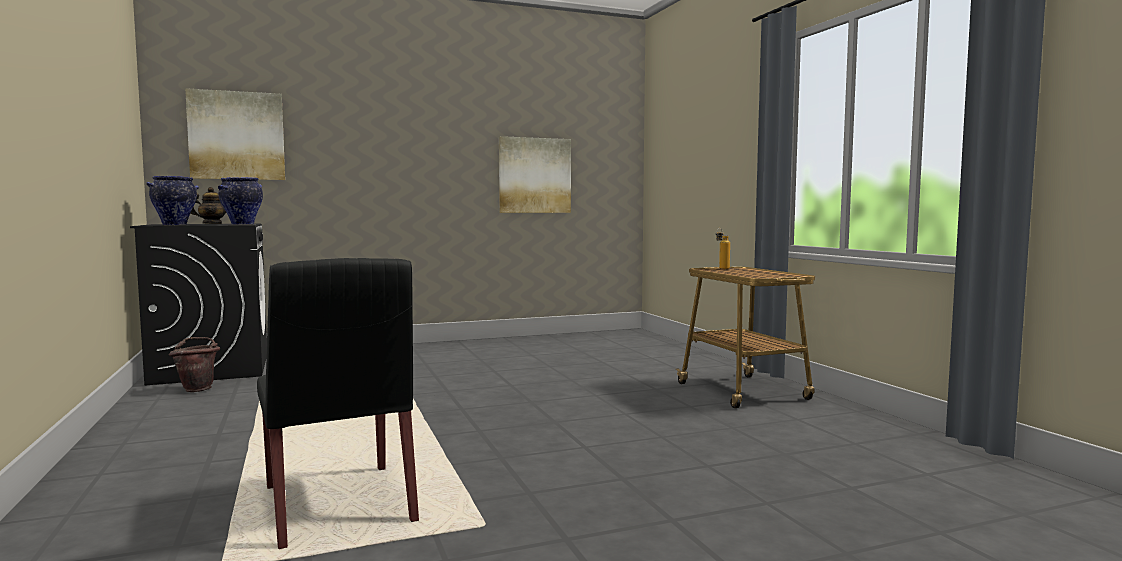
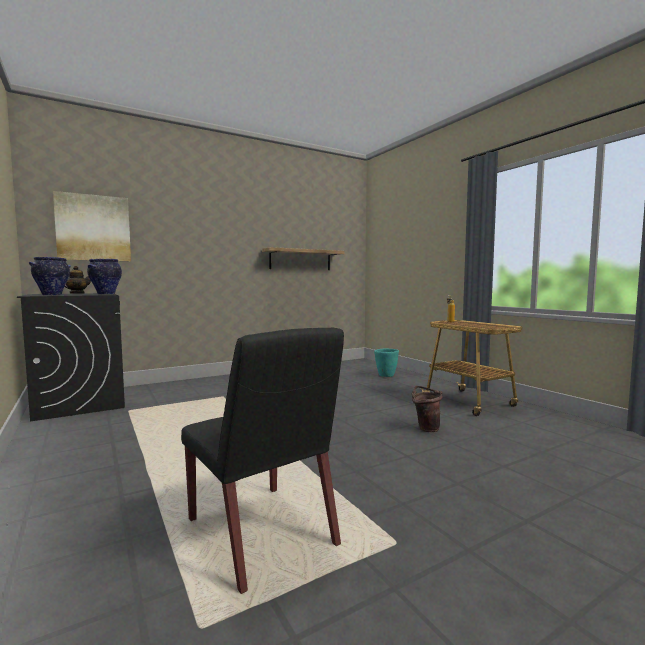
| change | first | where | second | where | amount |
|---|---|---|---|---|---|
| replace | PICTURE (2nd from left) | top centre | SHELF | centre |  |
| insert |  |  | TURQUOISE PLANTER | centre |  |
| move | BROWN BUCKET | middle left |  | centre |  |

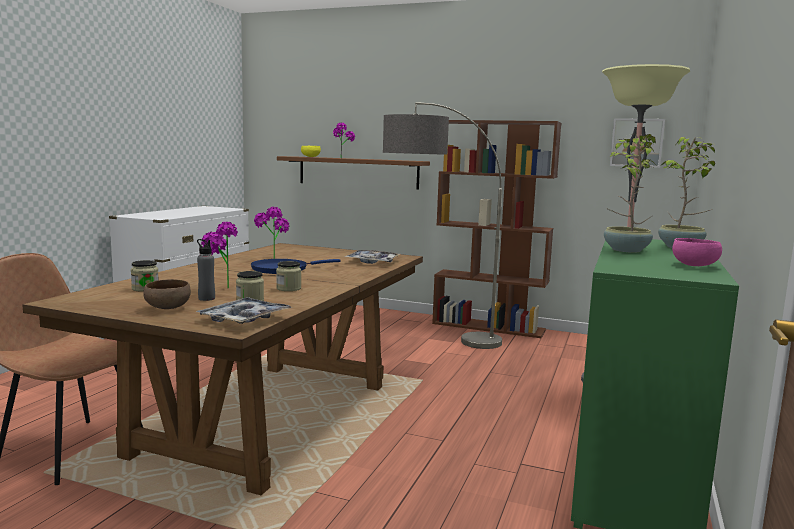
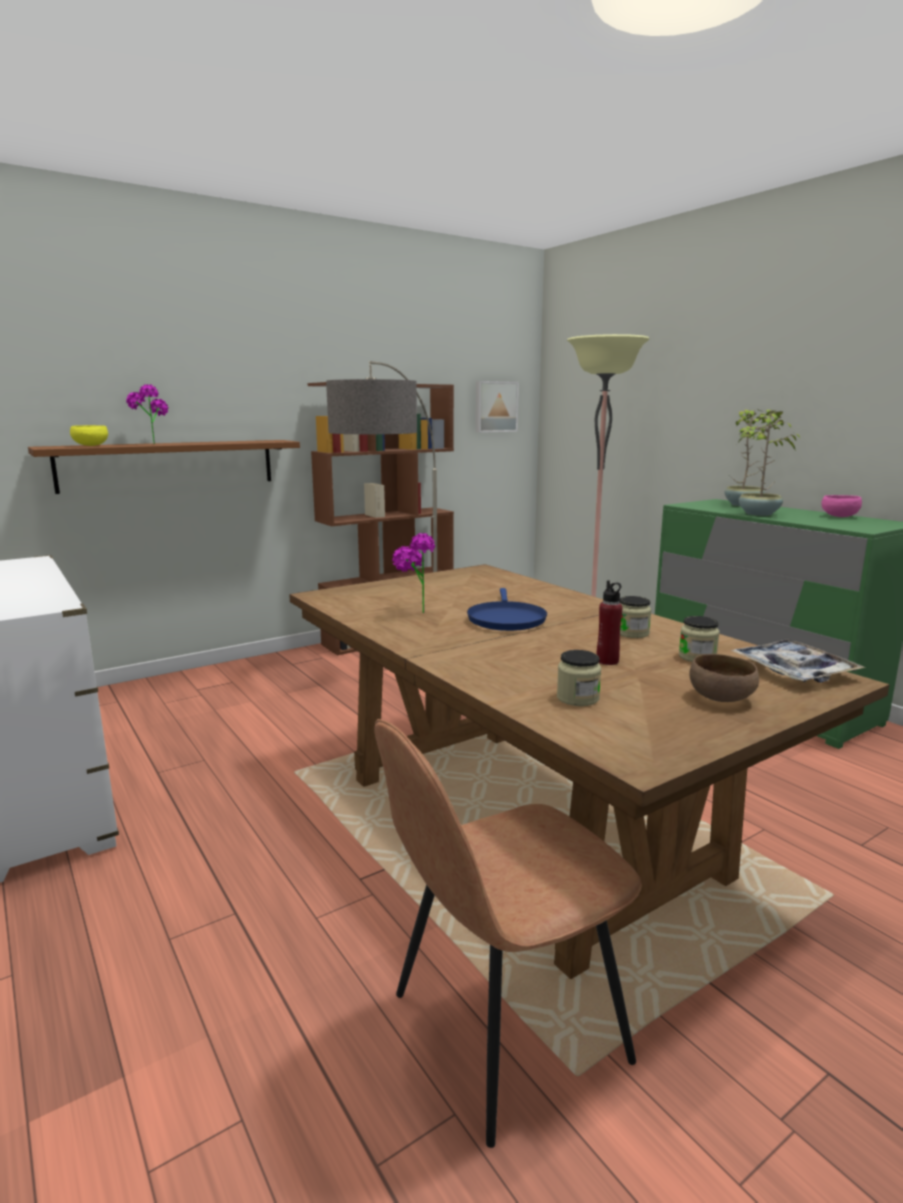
| change | first | where | second | where | amount |
|---|---|---|---|---|---|
| replace | POTTED PLANT (1st from left) | middle left | RED BOTTLE | middle right |  |
| delete | GREY BOTTLE | middle left |  |  |  |
| delete | TRAY (2nd from left) | centre |  |  |  |

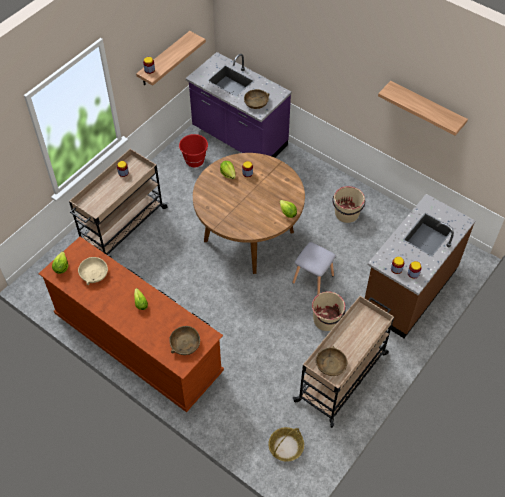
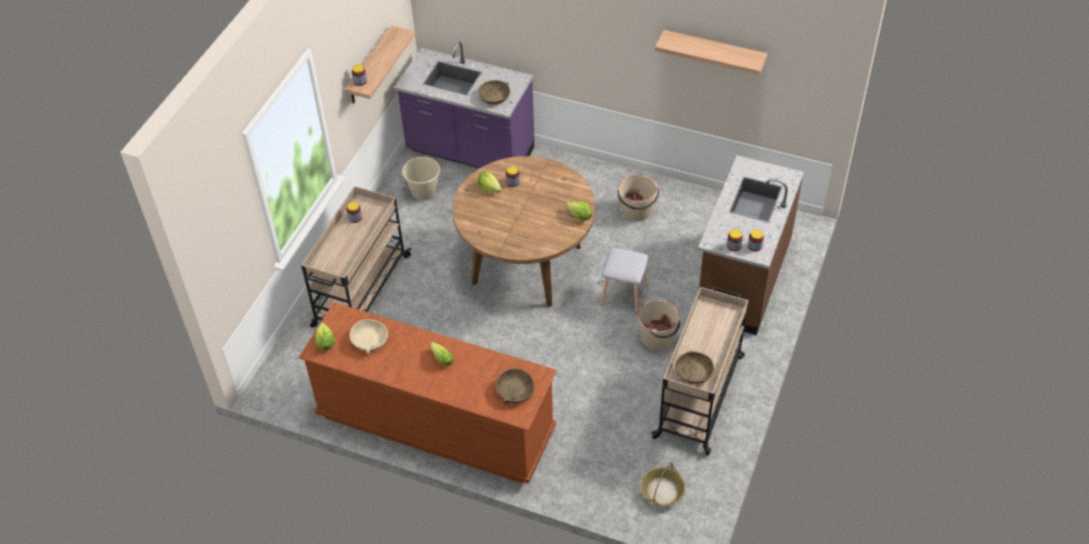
| change | first | where | second | where | amount |
|---|---|---|---|---|---|
| recolor | RED BUCKET | top centre | BEIGE BUCKET (1st from left) | top centre |  |

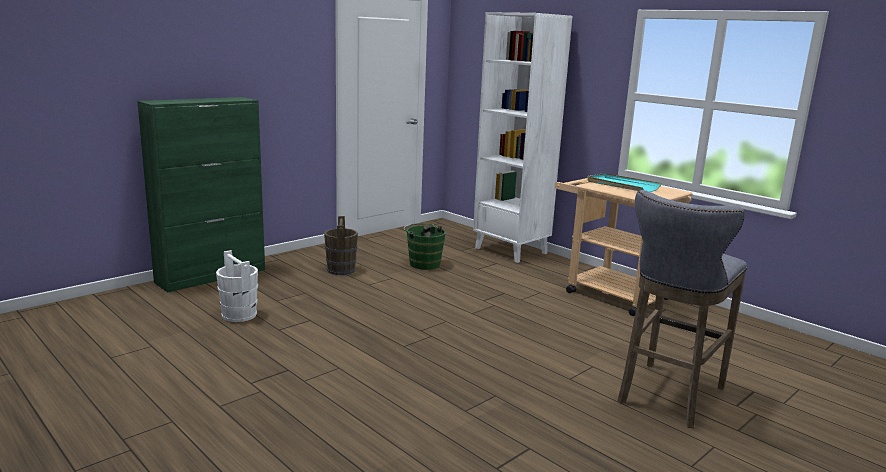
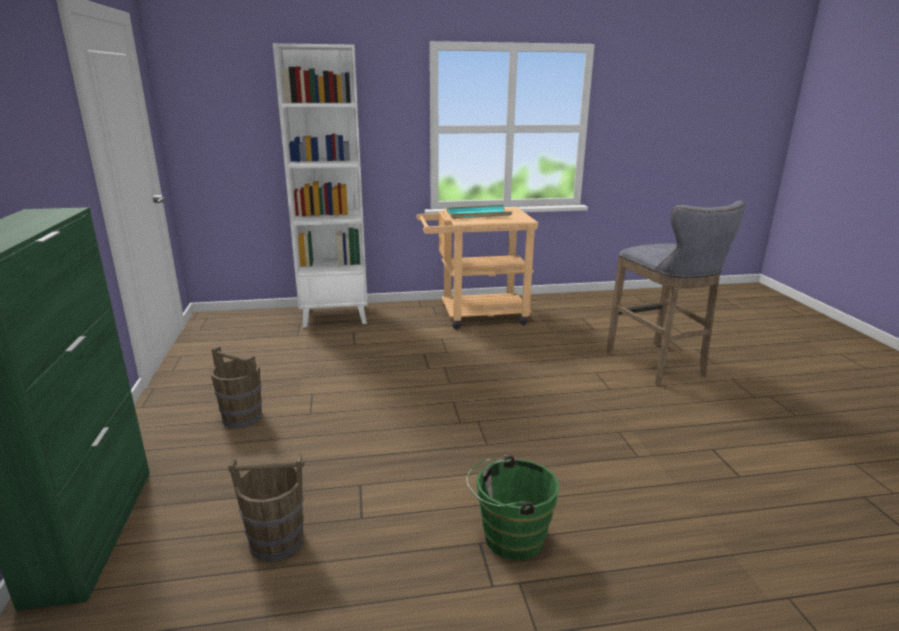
| change | first | where | second | where | amount |
|---|---|---|---|---|---|
| recolor | WHITE BUCKET | middle left | BROWN BUCKET (2nd from left) | bottom left |  |
| move | GREEN BUCKET | centre |  | bottom centre |  |

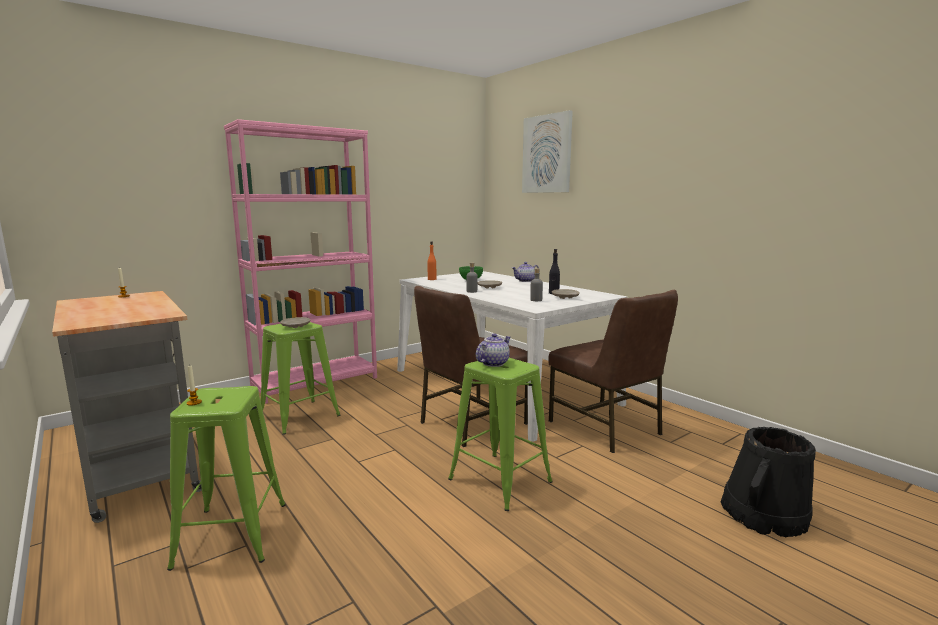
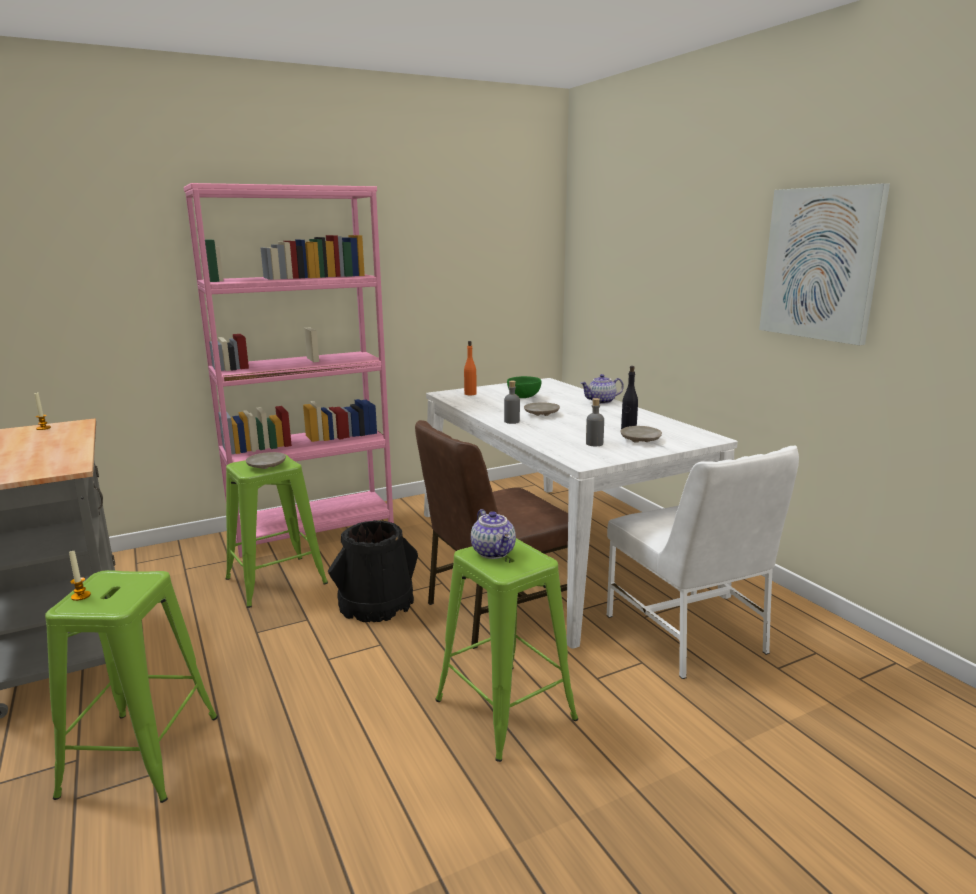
| change | first | where | second | where | amount |
|---|---|---|---|---|---|
| move | BLACK BUCKET | bottom right |  | centre |  |
| rotate | TEAPOT (1st from left) | centre |  | centre | 105 degrees clockwise |
| recolor | BROWN CHAIR (2nd from left) | centre | WHITE CHAIR | middle right |  |
| move | PICTURE | top centre |  | top right |  |

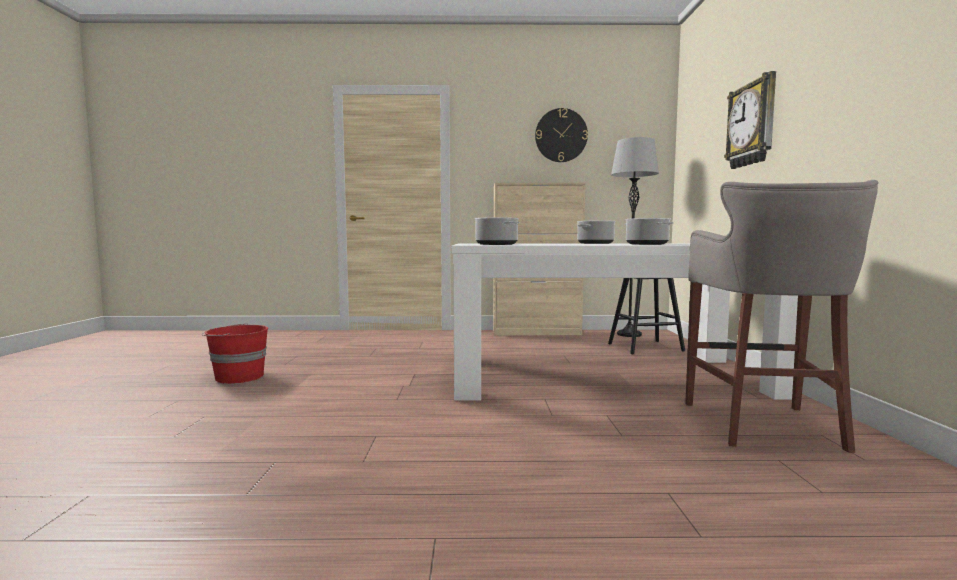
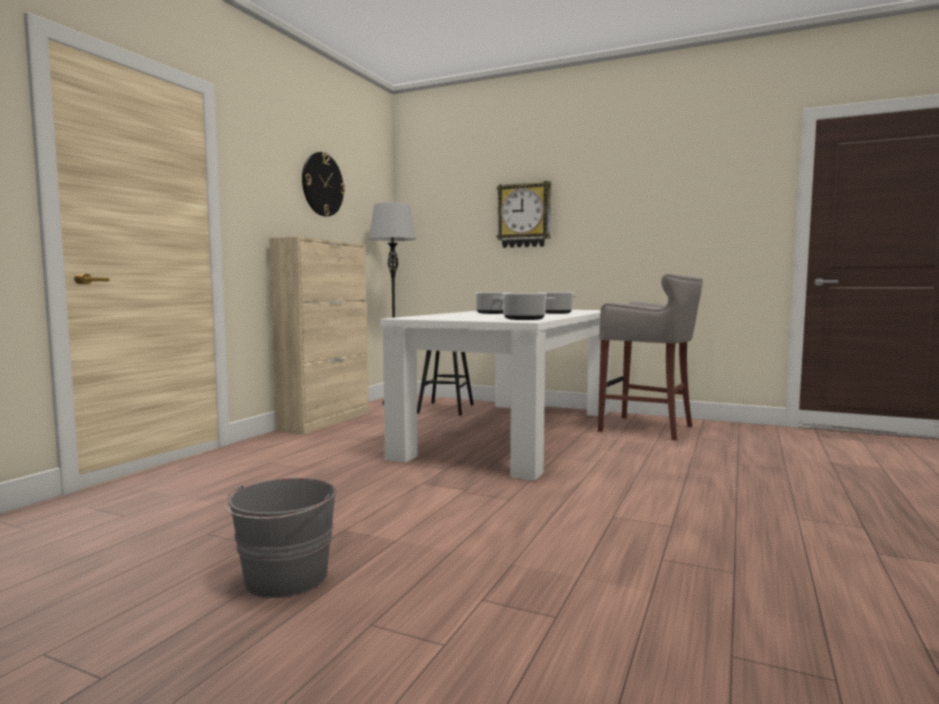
| change | first | where | second | where | amount |
|---|---|---|---|---|---|
| recolor | RED BUCKET | middle left | GREY BUCKET | bottom left |  |

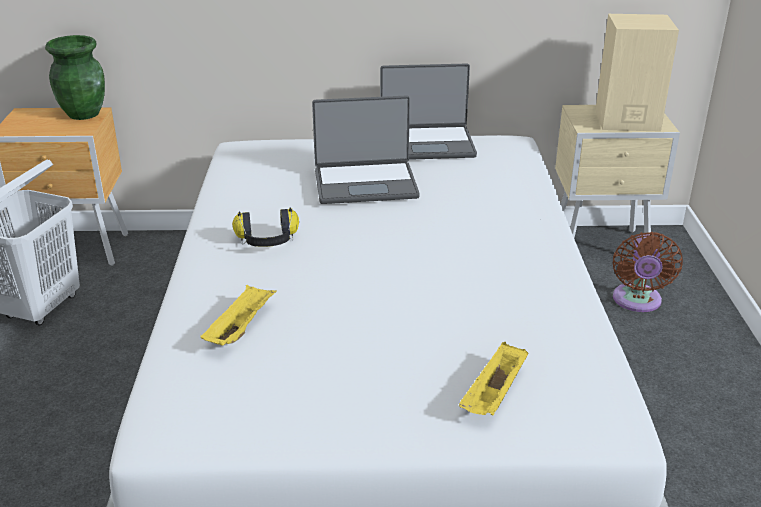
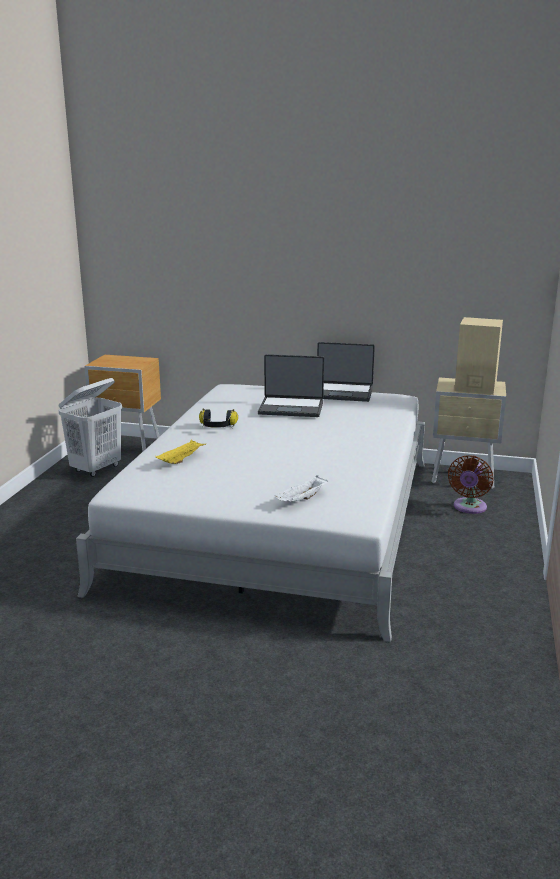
| change | first | where | second | where | amount |
|---|---|---|---|---|---|
| recolor | YELLOW TRAY (2nd from left) | bottom centre | WHITE TRAY | centre |  |
| delete | GREEN VASE | top left |  |  |  |

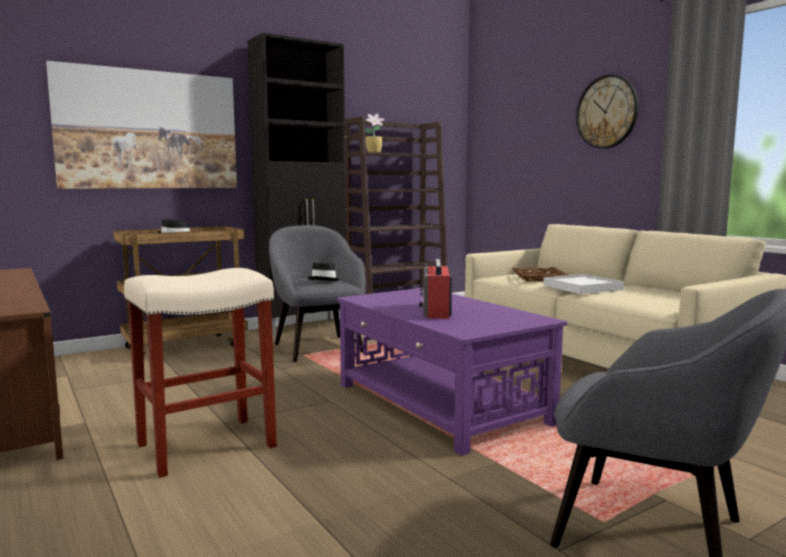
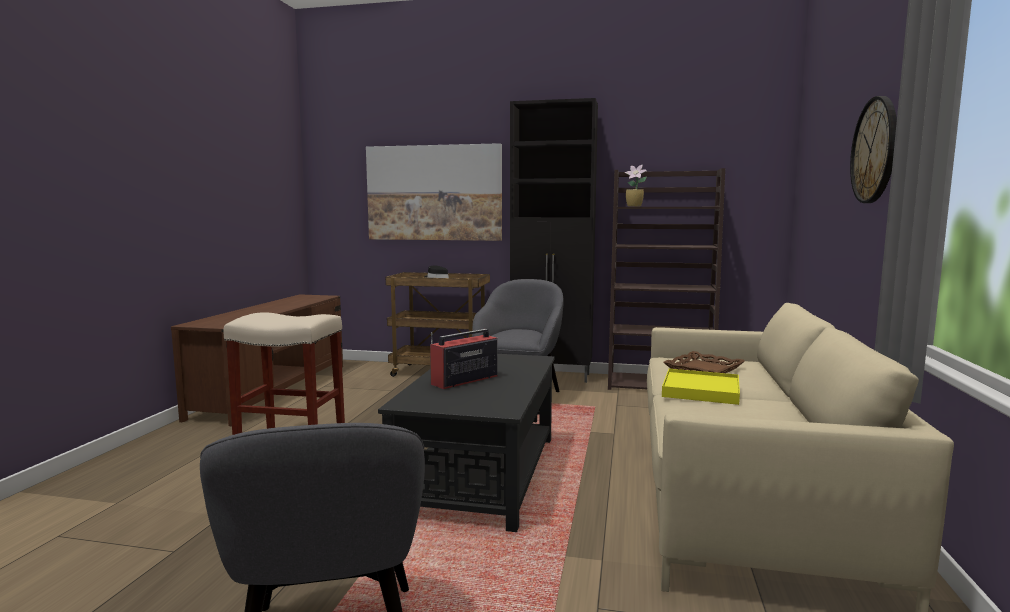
| change | first | where | second | where | amount |
|---|---|---|---|---|---|
| recolor | PURPLE COFFEE TABLE | bottom centre | BLACK COFFEE TABLE | bottom centre |  |
| recolor | WHITE TRAY | middle right | YELLOW TRAY | middle right |  |
| delete | BLACK HAT (2nd from left) | centre |  |  |  |

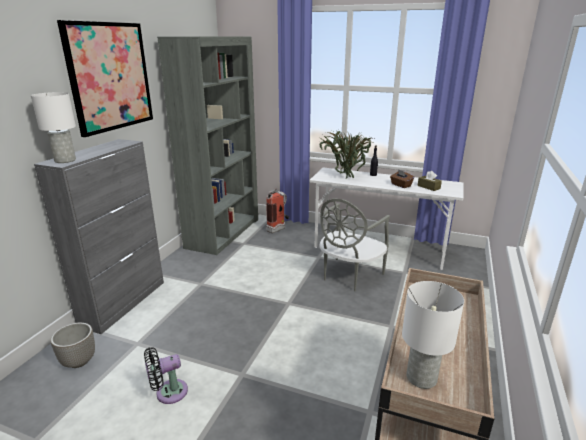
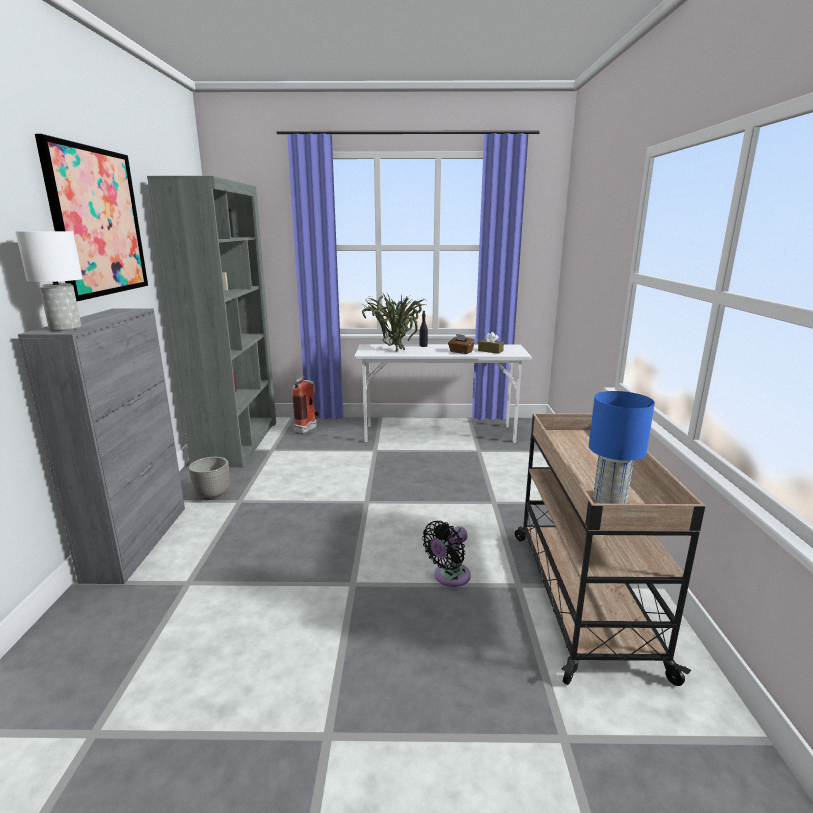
| change | first | where | second | where | amount |
|---|---|---|---|---|---|
| move | PLANTER | bottom left |  | middle left |  |
| move | BLACK FAN | bottom left |  | bottom centre |  |
| recolor | WHITE TABLE LAMP (2nd from left) | bottom right | BLUE TABLE LAMP | middle right |  |
| delete | GREY CHAIR | centre |  |  |  |

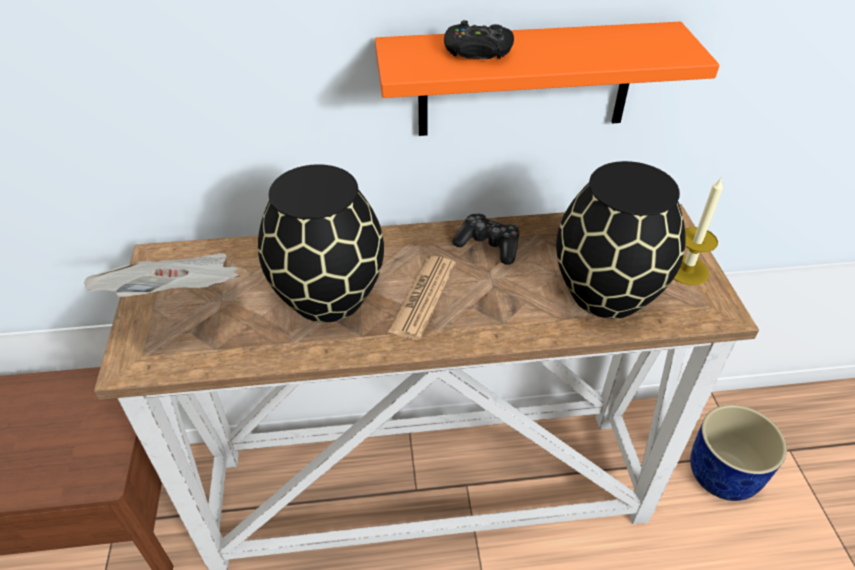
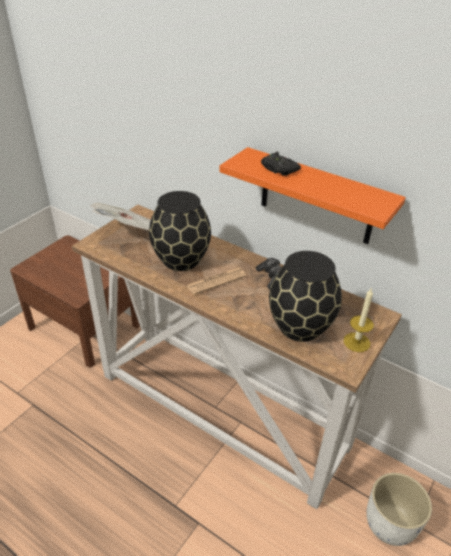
| change | first | where | second | where | amount |
|---|---|---|---|---|---|
| recolor | BLUE PLANTER | bottom right | WHITE PLANTER | bottom right |  |

